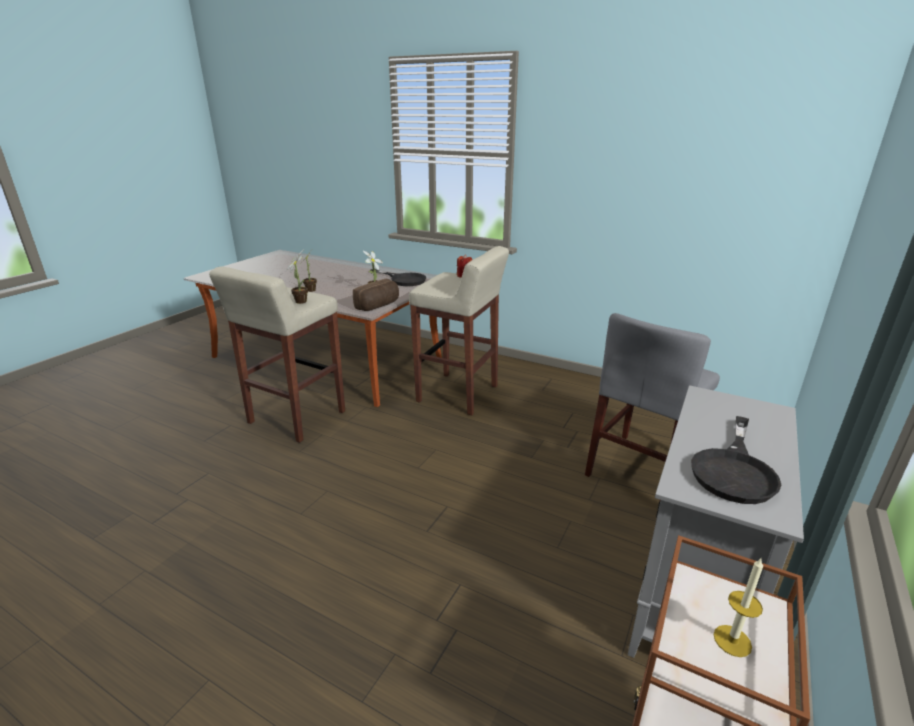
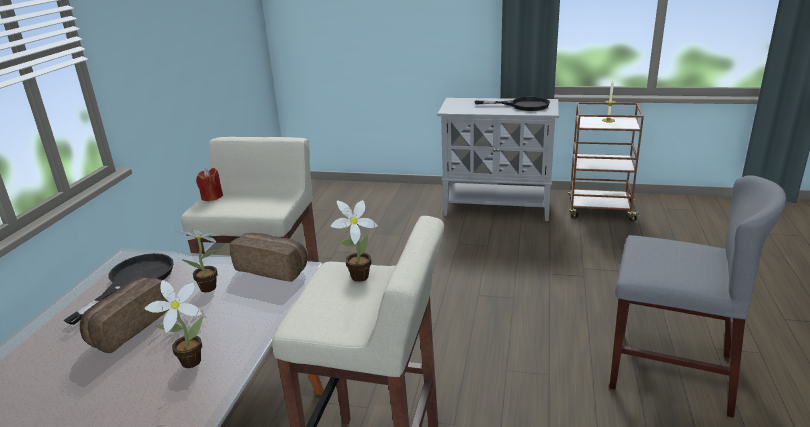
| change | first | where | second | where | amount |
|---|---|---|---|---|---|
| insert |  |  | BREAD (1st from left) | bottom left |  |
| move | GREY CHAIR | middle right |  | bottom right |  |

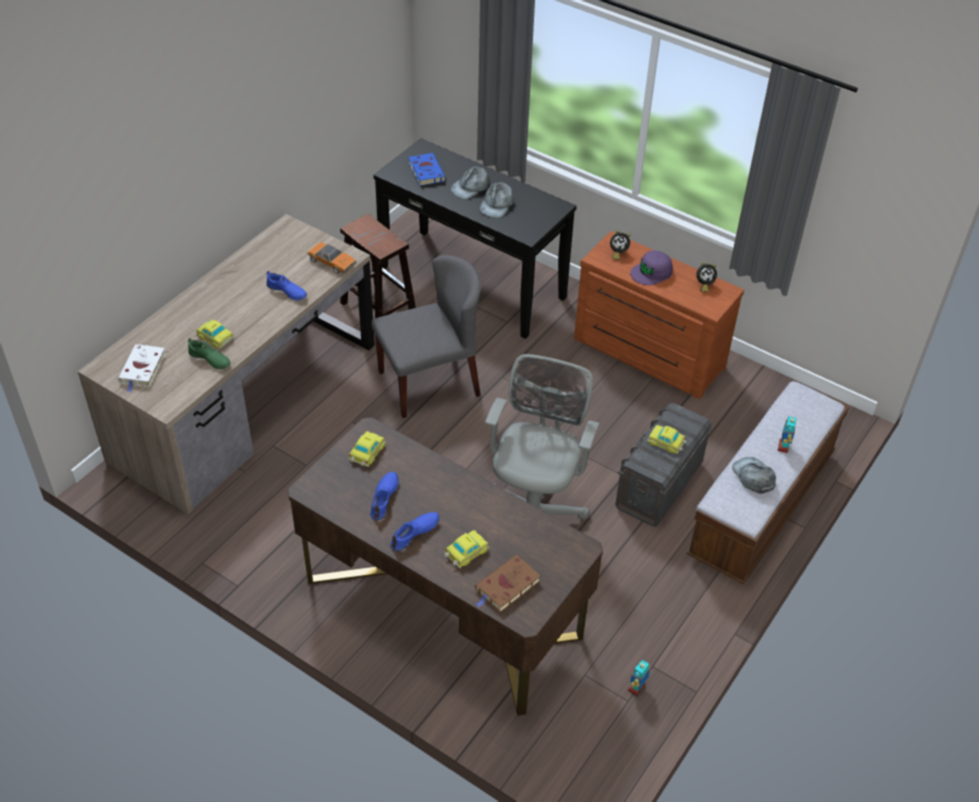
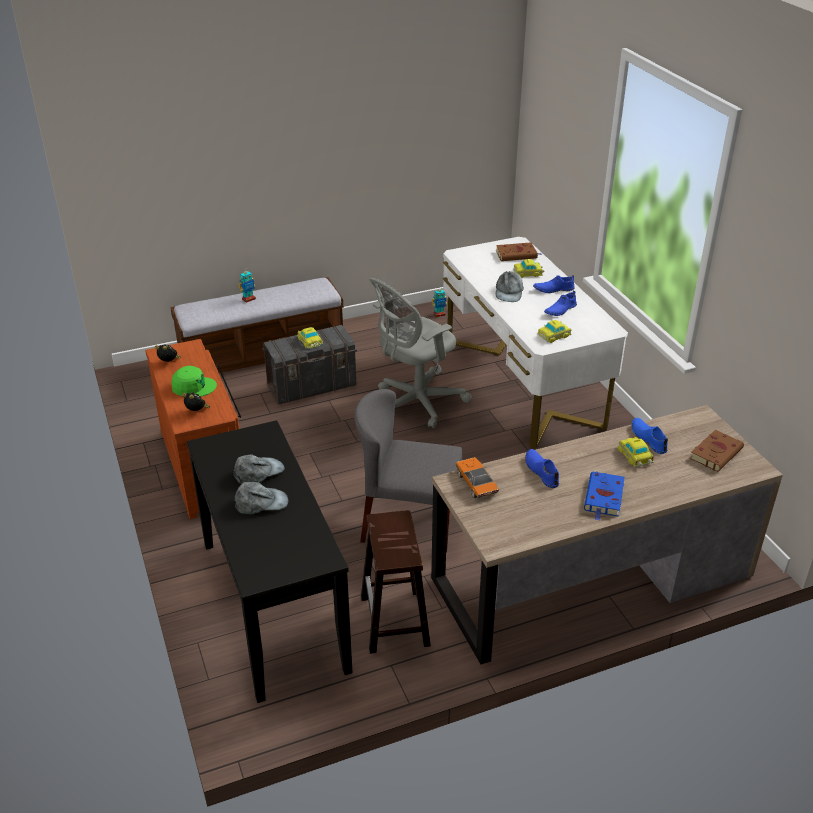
| change | first | where | second | where | amount |
|---|---|---|---|---|---|
| recolor | PURPLE CAP | top centre | GREEN CAP | middle left |  |
| recolor | BROWN DESK (2nd from left) | bottom centre | WHITE DESK | centre |  |
| move | GREY CAP (3rd from left) | middle right |  | centre |  |
| move | BLUE BOOK | top centre |  | middle right |  |
| recolor | GREEN SHOE | middle left | BLUE SHOE (4th from left) | middle right |  |
| recolor | WHITE BOOK | middle left | BROWN BOOK (2nd from left) | middle right |  |

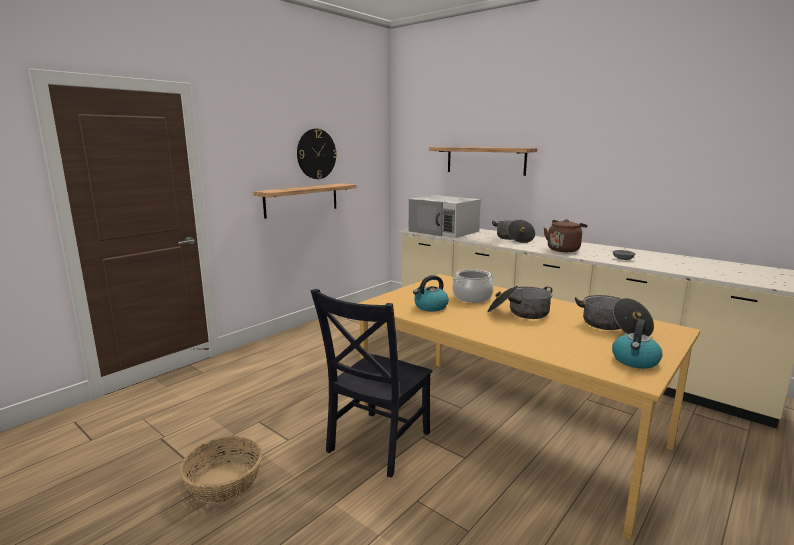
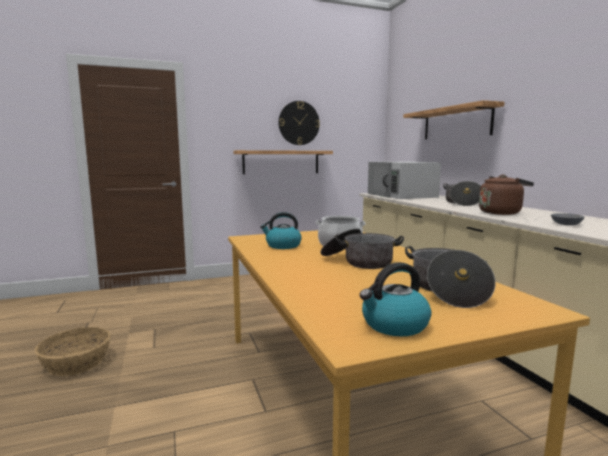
| change | first | where | second | where | amount |
|---|---|---|---|---|---|
| delete | BLACK CHAIR | bottom centre |  |  |  |

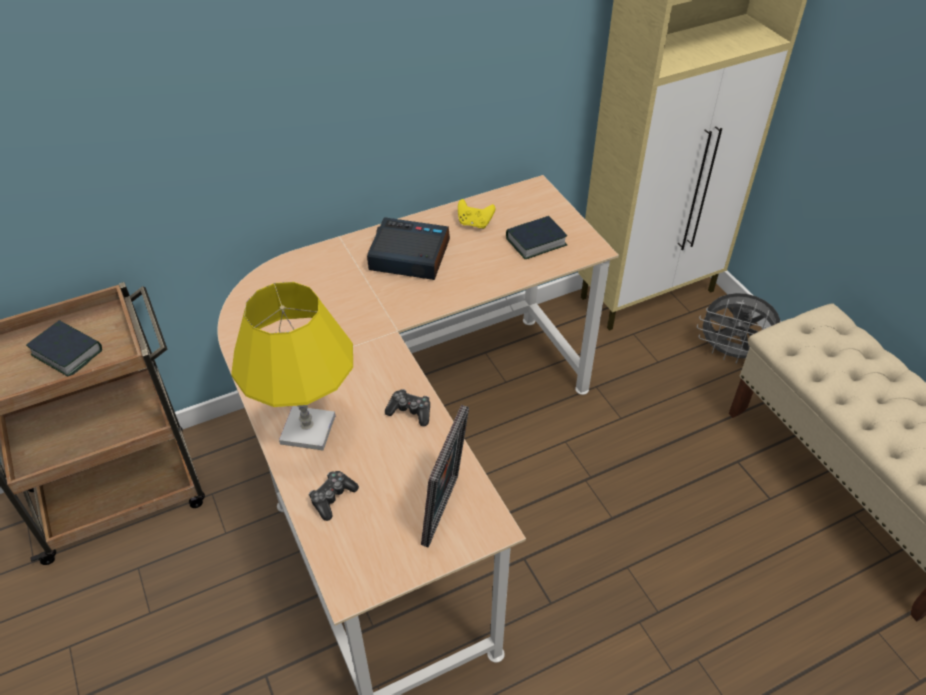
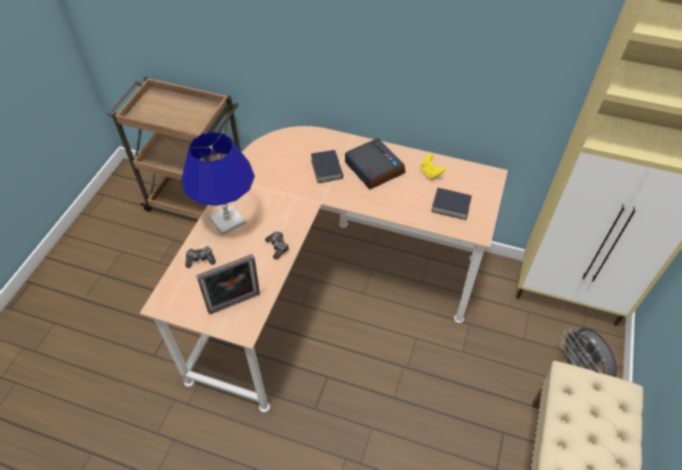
| change | first | where | second | where | amount |
|---|---|---|---|---|---|
| recolor | YELLOW TABLE LAMP | middle left | BLUE TABLE LAMP | middle left |  |
| move | BOOK (1st from left) | middle left |  | centre |  |

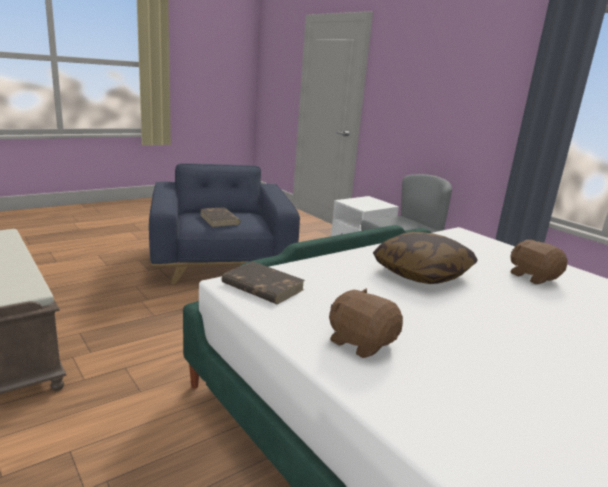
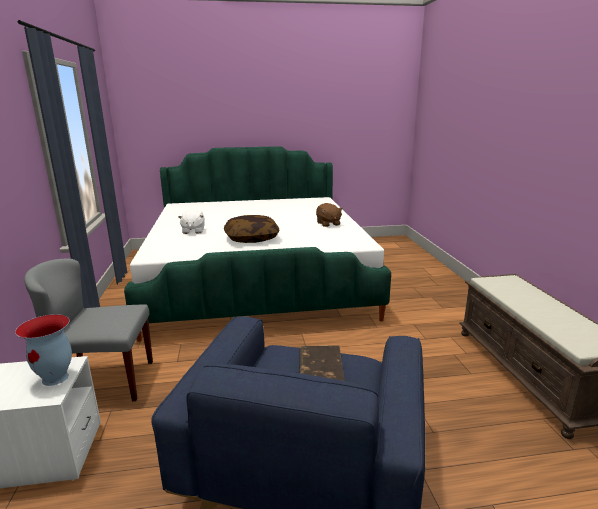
| change | first | where | second | where | amount |
|---|---|---|---|---|---|
| insert |  |  | VASE | bottom left |  |
| recolor | BROWN PLUSH TOY (2nd from left) | middle right | WHITE PLUSH TOY | middle left |  |
| delete | BROWN BOOK (2nd from left) | centre |  |  |  |

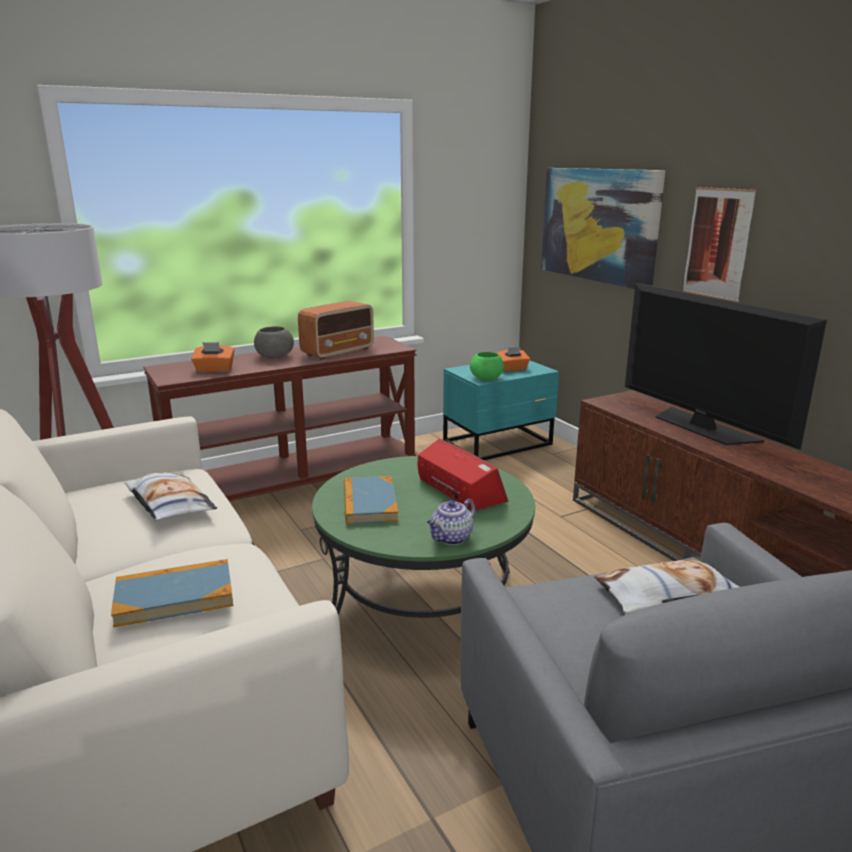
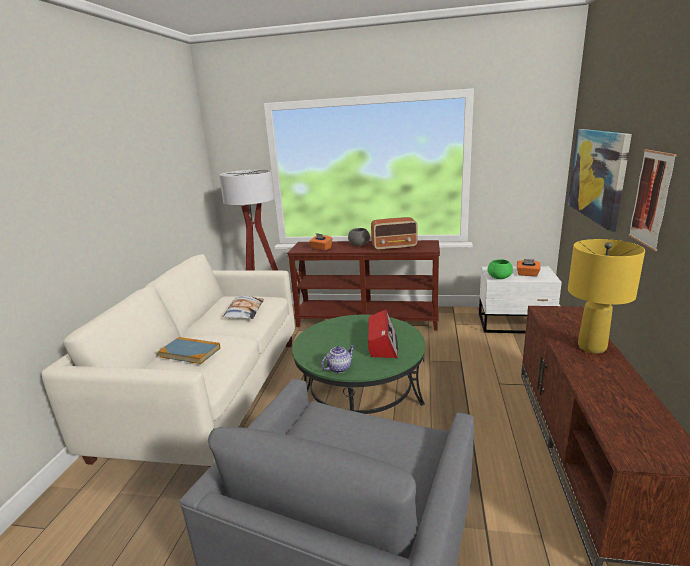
| change | first | where | second | where | amount |
|---|---|---|---|---|---|
| rotate | TEAPOT | centre |  | centre | 150 degrees clockwise |
| recolor | TURQUOISE NIGHTSTAND | centre | WHITE NIGHTSTAND | middle right |  |
| replace | TELEVISION | middle right | YELLOW TABLE LAMP | middle right |  |
| delete | BOOK (2nd from left) | centre |  |  |  |
| delete | PILLOW (2nd from left) | bottom right |  |  |  |

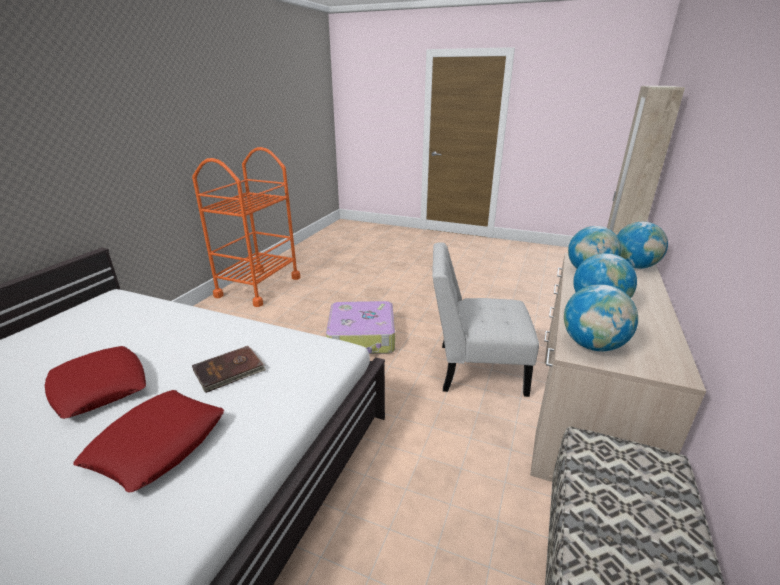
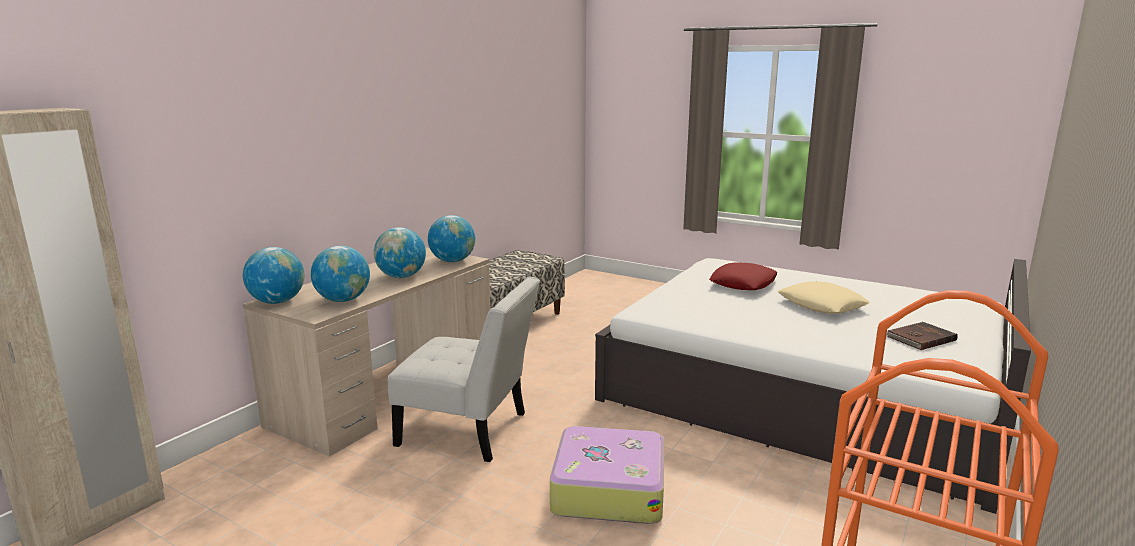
| change | first | where | second | where | amount |
|---|---|---|---|---|---|
| recolor | RED PILLOW (1st from left) | middle left | BEIGE PILLOW | middle right |  |
| move | BROWN BOOK | middle left |  | middle right |  |

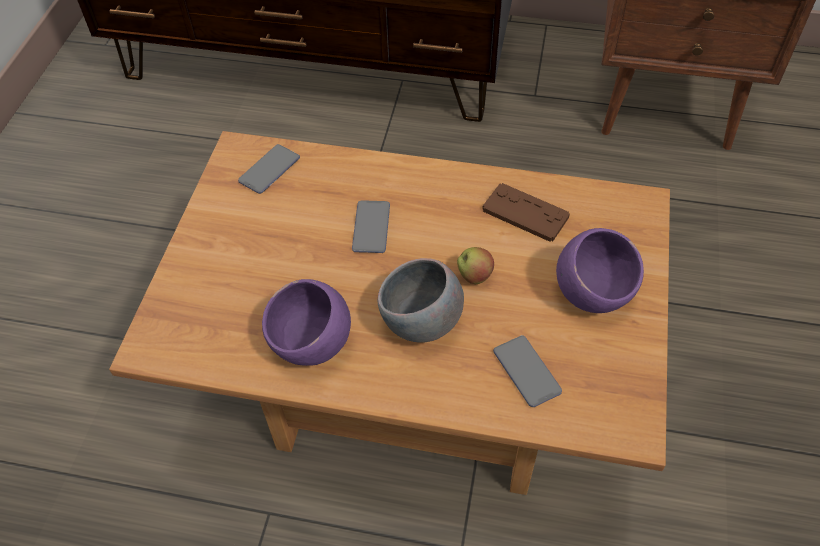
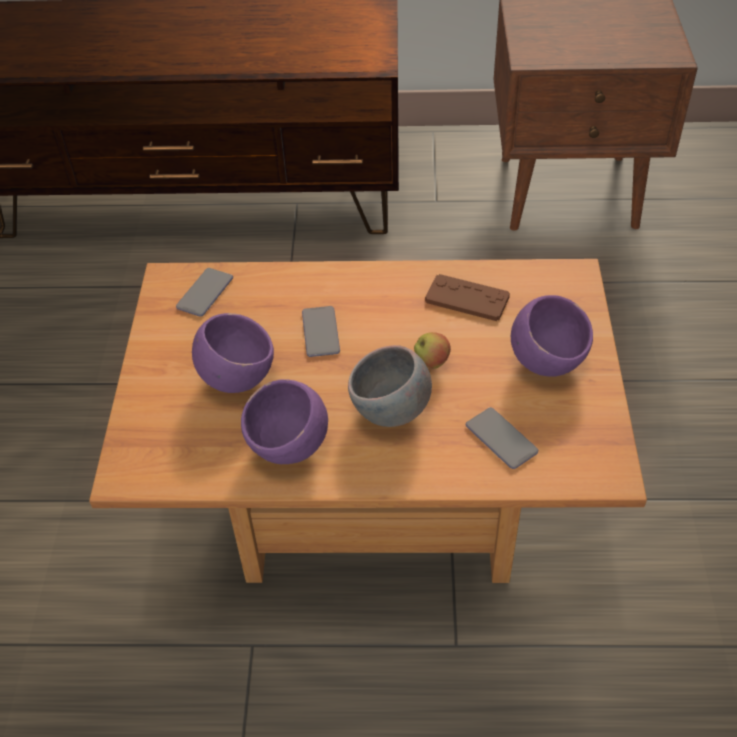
| change | first | where | second | where | amount |
|---|---|---|---|---|---|
| insert |  |  | PURPLE BOWL (1st from left) | middle left |  |

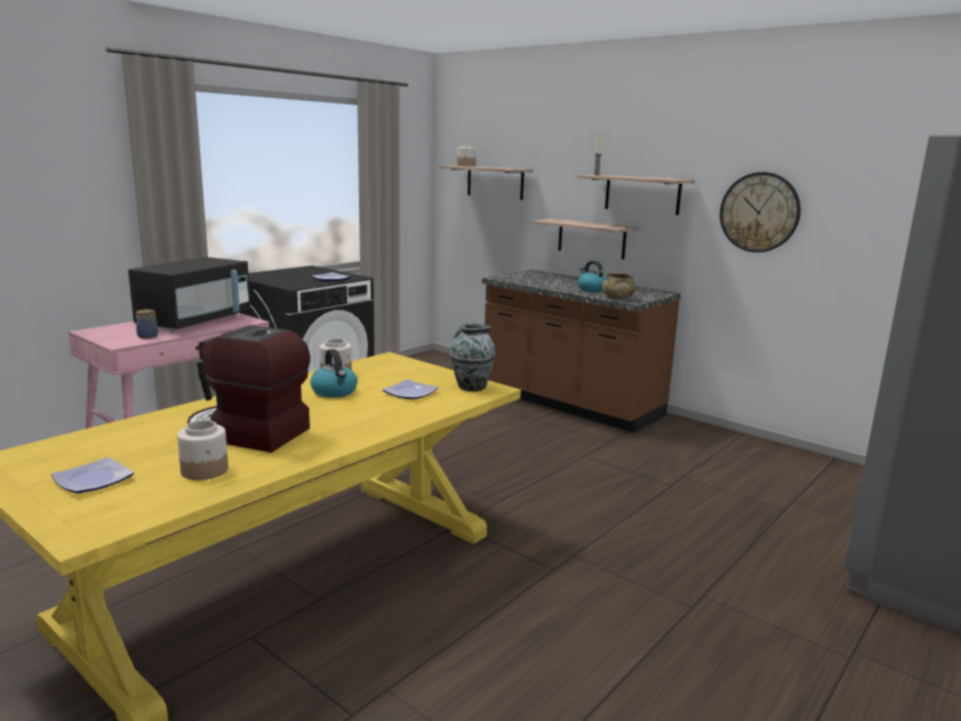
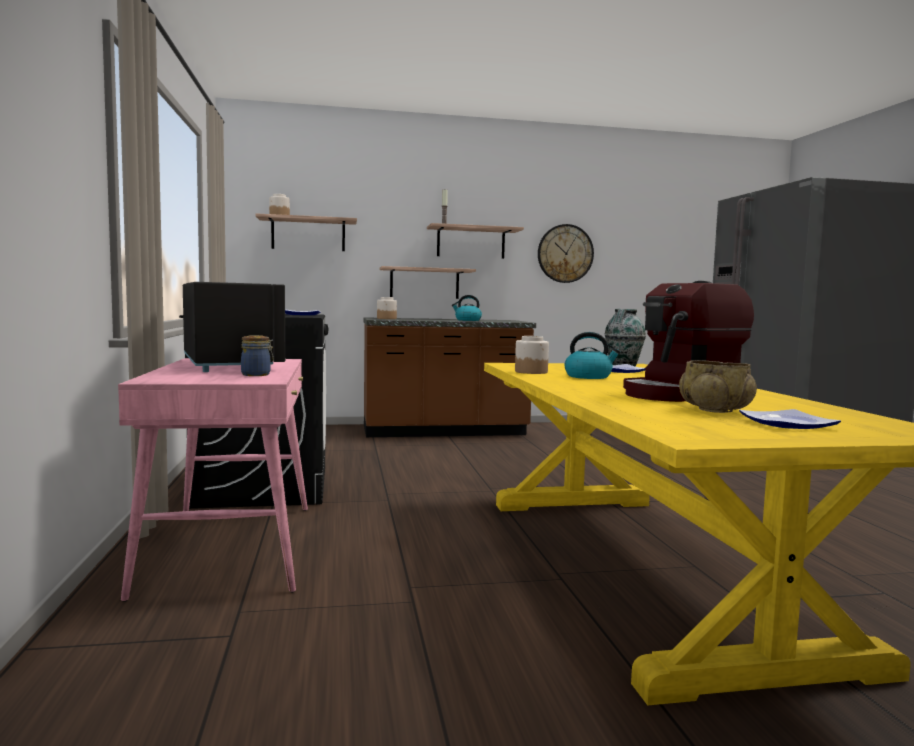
| change | first | where | second | where | amount |
|---|---|---|---|---|---|
| move | JAR (2nd from left in the first image) | middle left | JAR (3rd from left) | centre |  |
| move | BEIGE BOWL | centre |  | middle right |  |

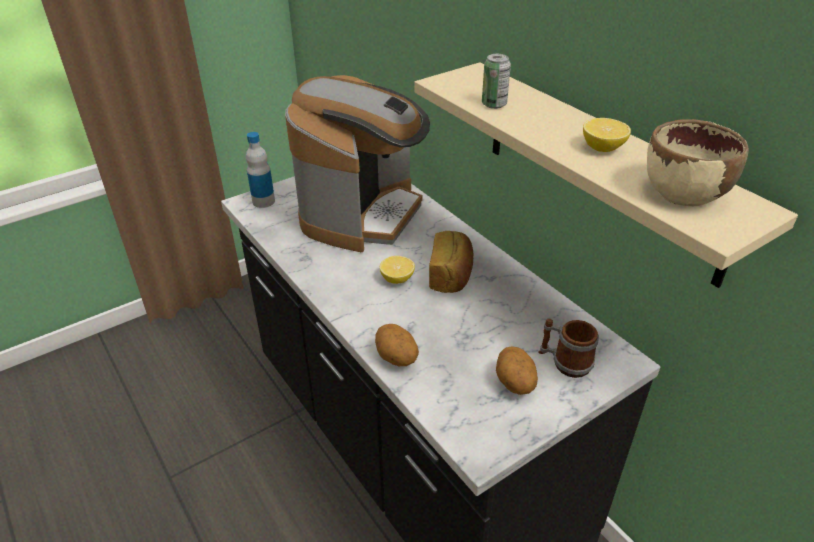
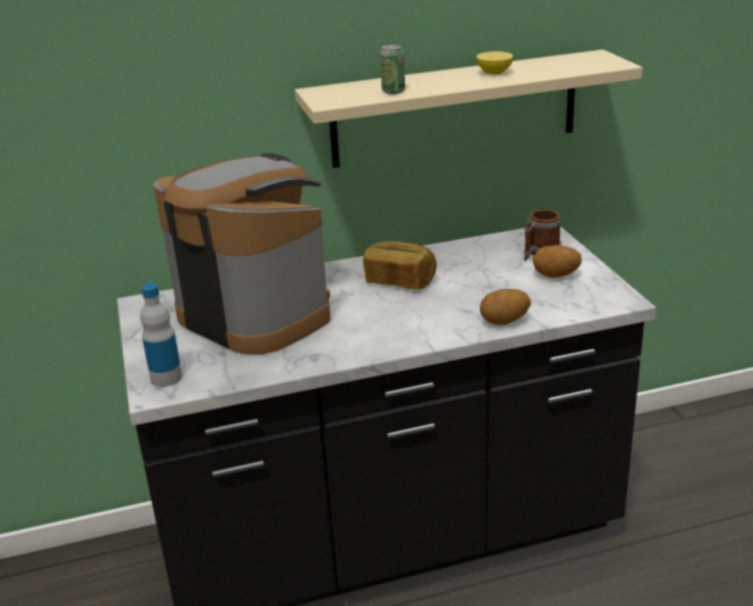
| change | first | where | second | where | amount |
|---|---|---|---|---|---|
| delete | LEMON (1st from left) | centre |  |  |  |
| delete | BEIGE BOWL | top right |  |  |  |

